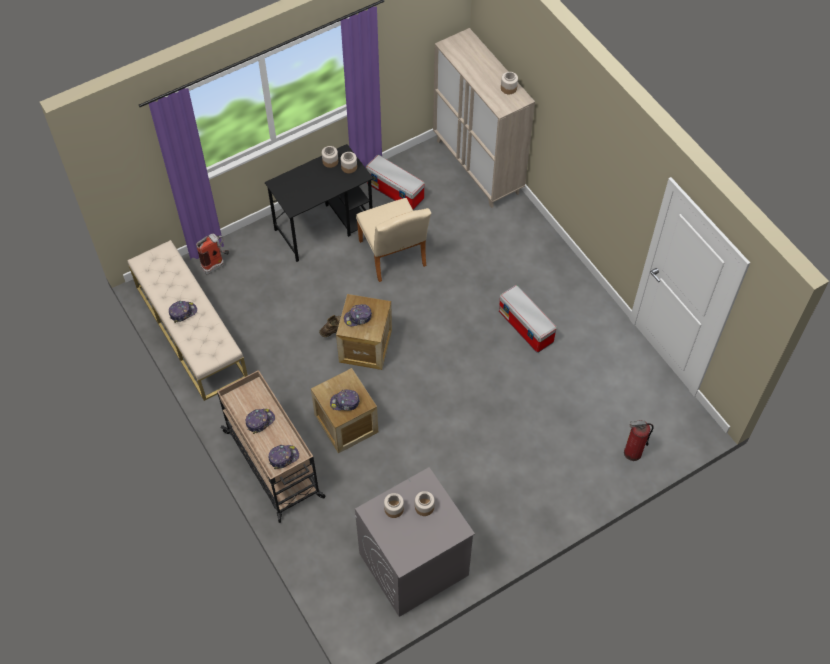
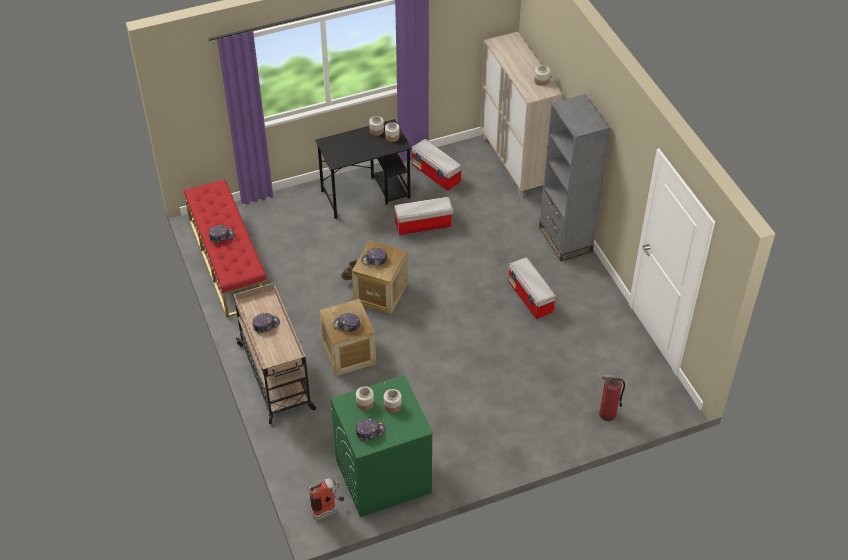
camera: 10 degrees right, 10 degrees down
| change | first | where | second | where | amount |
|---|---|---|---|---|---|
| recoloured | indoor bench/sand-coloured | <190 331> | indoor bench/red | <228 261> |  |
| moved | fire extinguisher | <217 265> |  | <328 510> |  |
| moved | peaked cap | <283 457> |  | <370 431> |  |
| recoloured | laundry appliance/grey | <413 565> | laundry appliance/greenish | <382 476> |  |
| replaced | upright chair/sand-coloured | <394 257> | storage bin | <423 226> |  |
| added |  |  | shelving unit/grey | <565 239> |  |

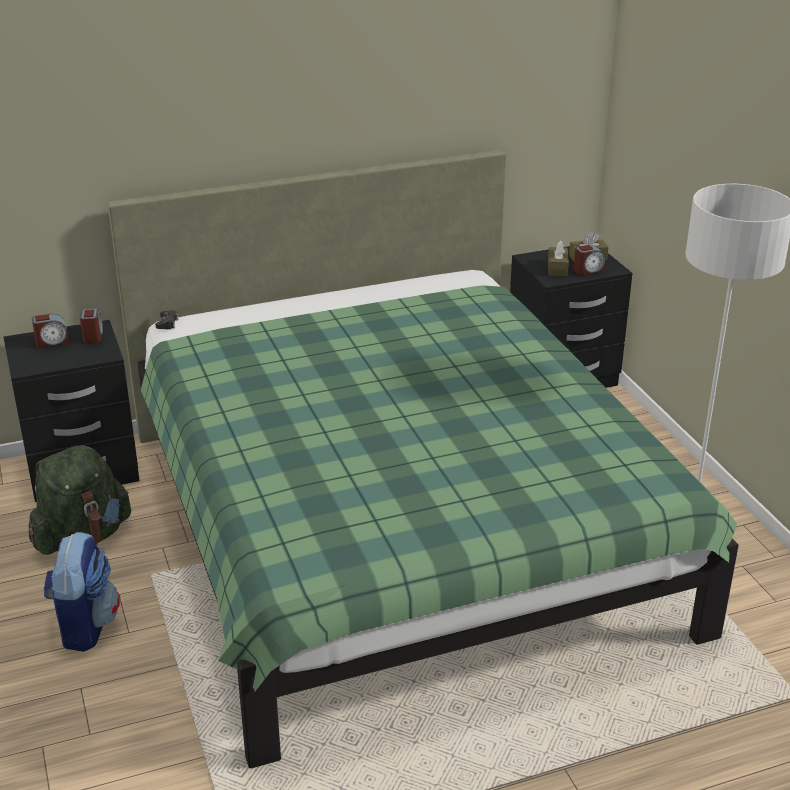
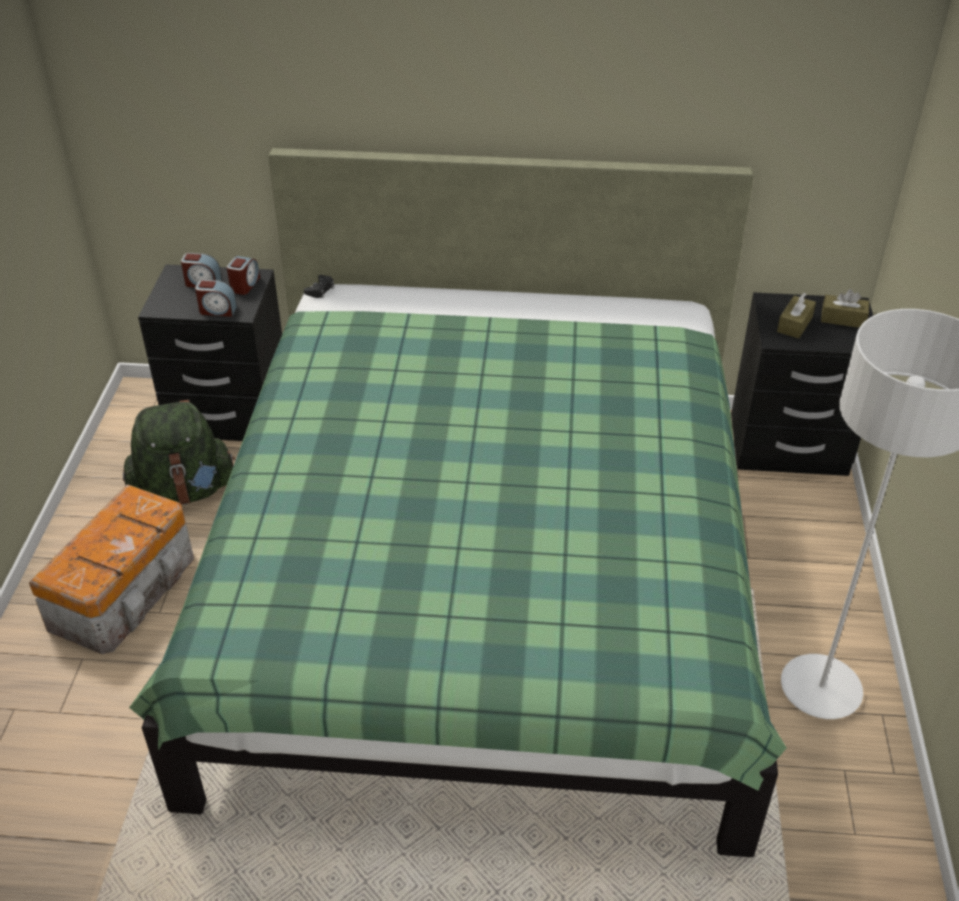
camera: 25 degrees right, 10 degrees up
| change | first | where | second | where | amount |
|---|---|---|---|---|---|
| replaced | rucksack | <85 626> | storage bin | <126 591> |  |
| moved | bedside clock | <588 270> |  | <217 310> |  |

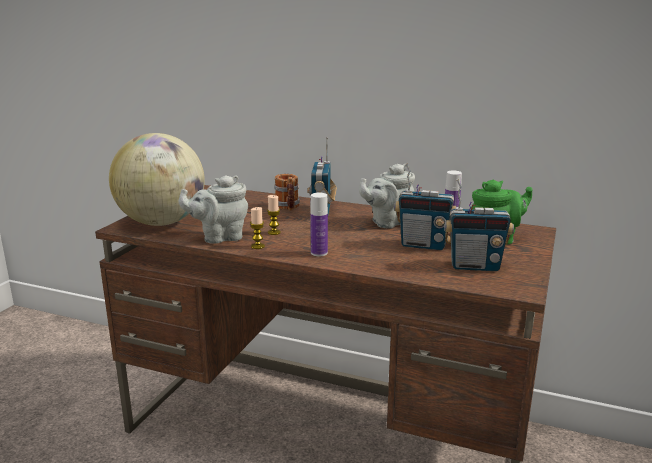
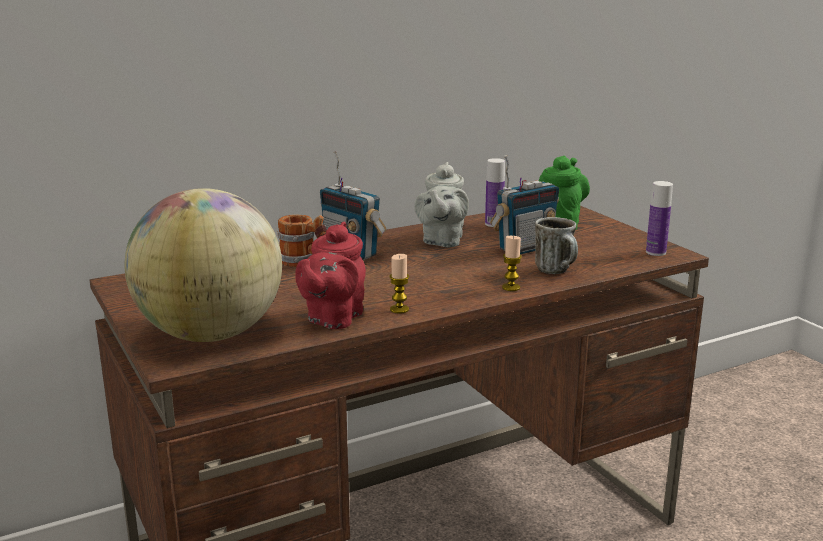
camera: 50 degrees left, 0 degrees up
| change | first | where | second | where | amount |
|---|---|---|---|---|---|
| recoloured | teapot/grey | <219 237> | teapot/red | <332 319> |  |
| moved | wax light | <274 232> |  | <511 287> |  |
| moved | beverage bottle | <319 253> |  | <655 252> |  |
| removed | radio receiver | <474 266> |  |  |  |
| added |  |  | tea mug | <558 271> |  |

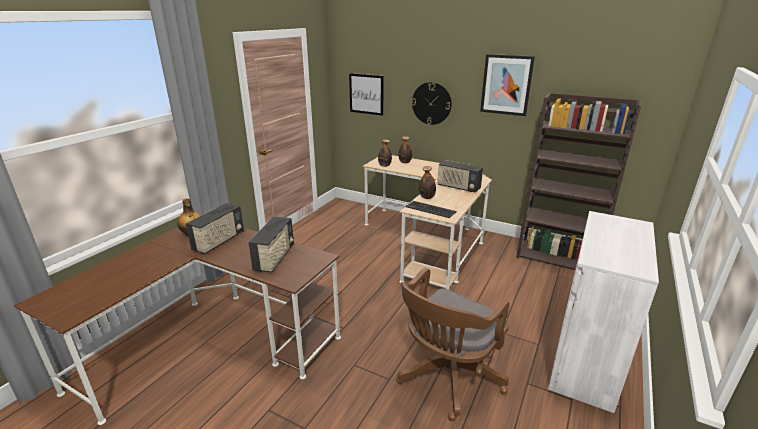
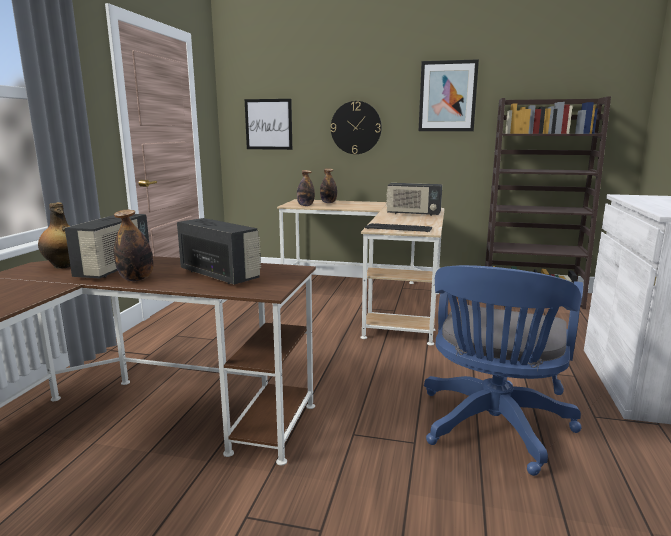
camera: 15 degrees left, 10 degrees down
| change | first | where | second | where | amount |
|---|---|---|---|---|---|
| turned | radio receiver | <275 258> |  | <220 275> | 45 degrees counterclockwise |
| recoloured | computer chair/brown | <447 378> | computer chair/bluish | <492 428> |  |
| moved | beverage bottle | <427 197> |  | <136 279> |  |

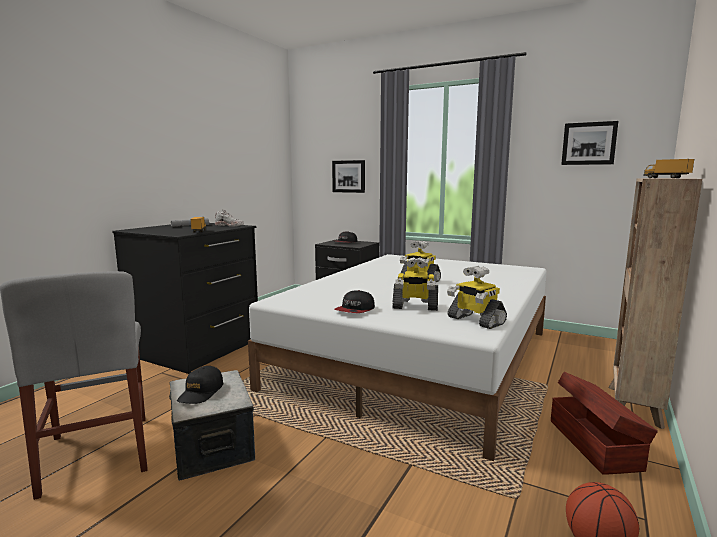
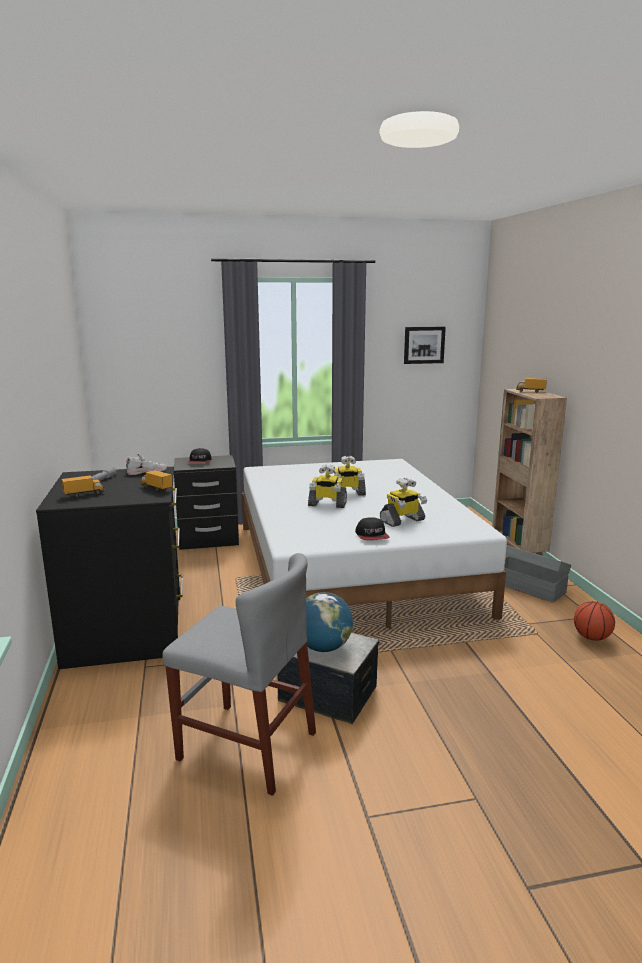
camera: 40 degrees left, 5 degrees up
| change | first | where | second | where | amount |
|---|---|---|---|---|---|
| replaced | peaked cap/blackish | <201 392> | globe | <323 647> |  |
| removed | wall art | <349 176> |  |  |  |
| moved | model robot | <475 320> |  | <327 504> |  |
| recoloured | storage bin/brown | <594 443> | storage bin/grey | <528 587> |  |
| added |  |  | toy lorry | <84 494> |  |

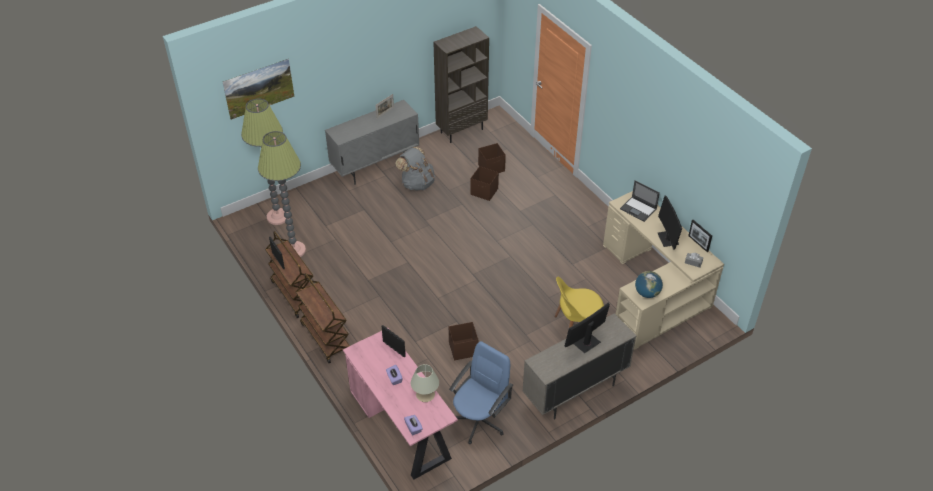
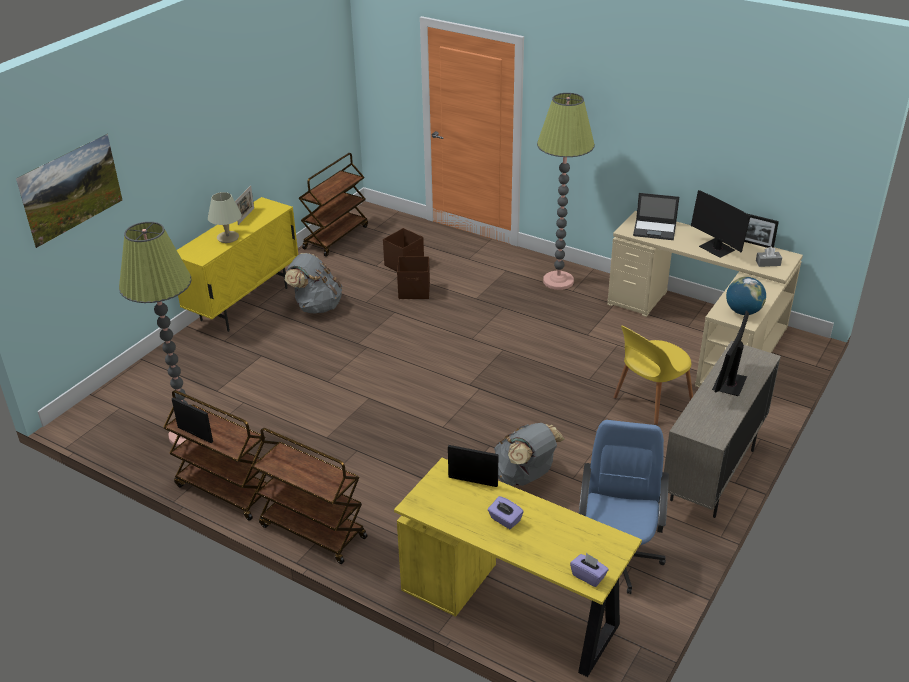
camera: 25 degrees left, 10 degrees down
| change | first | where | second | where | amount |
|---|---|---|---|---|---|
| moved | floor lamp | <278 217> |  | <558 281> |  |
| recoloured | cabinet/grey | <375 166> | cabinet/yellow | <245 304> |  |
| recoloured | desk/pinkish | <401 425> | desk/yellow | <512 608> |  |
| moved | tabletop lamp/sand-coloured | <425 395> |  | <228 238> |  |
| replaced | shelving unit/brown | <461 130> | trolley/brown | <336 237> |  |
| replaced | storage bin/brown | <462 349> | rucksack/grey | <525 476> |  |

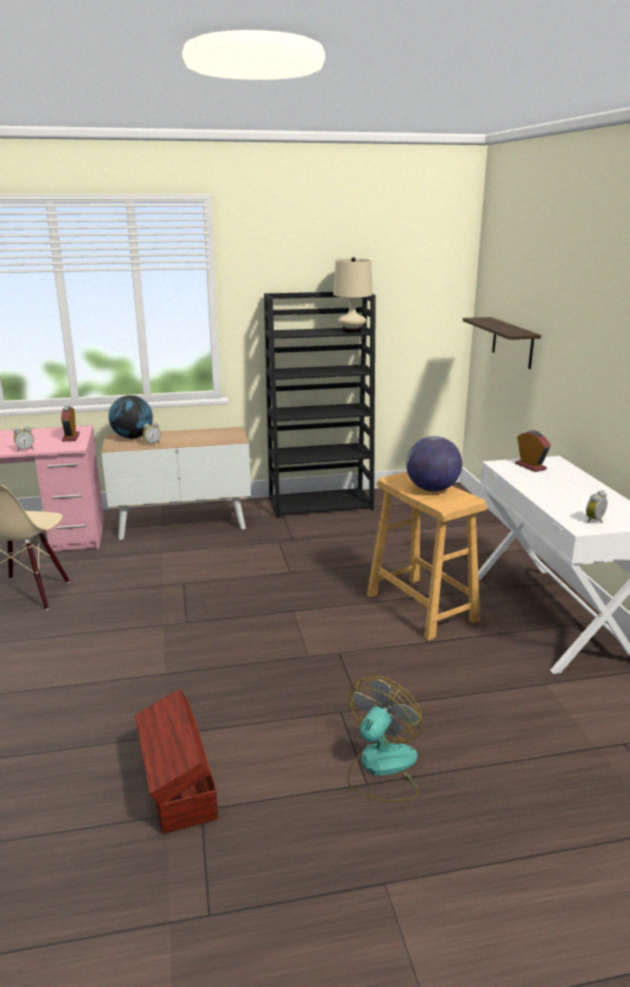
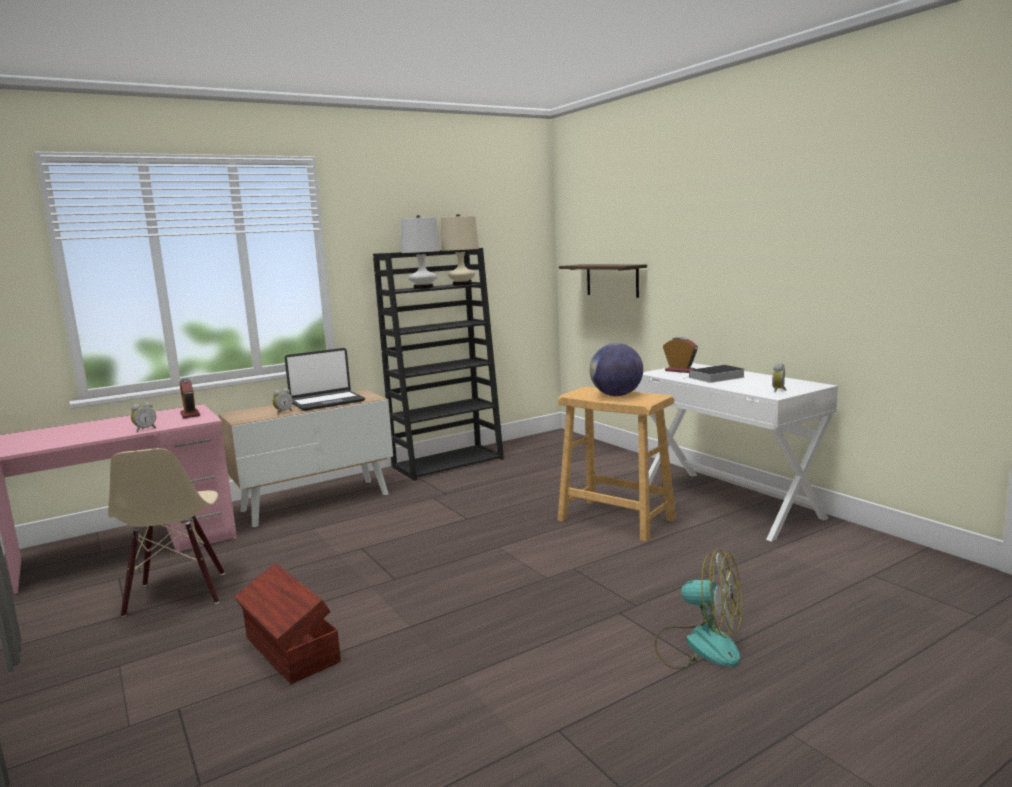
camera: 20 degrees left, 10 degrees down
| change | first | where | second | where | amount |
|---|---|---|---|---|---|
| removed | globe | <133 437> |  |  |  |
| moved | storage bin/brown | <178 785> |  | <290 650> |  |
| turned | fan | <381 768> |  | <699 645> | 105 degrees clockwise |
| added |  |  | notebook computer | <327 402> |  |
| added |  |  | tabletop lamp/whitish | <423 287> |  |
| added |  |  | bound book | <716 377> |  |

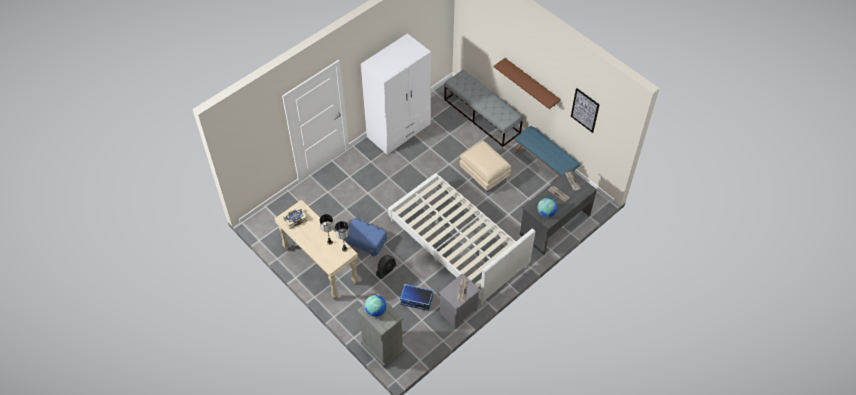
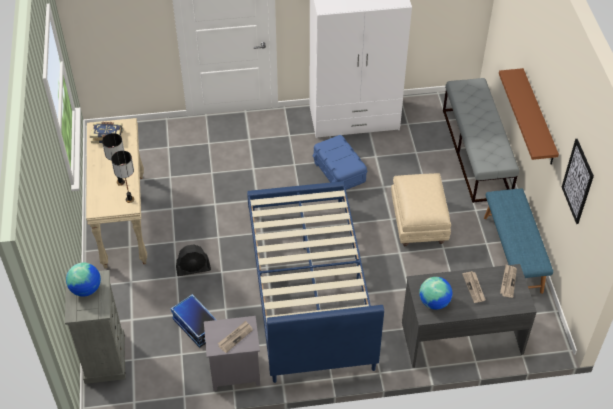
camera: 35 degrees right, 5 degrees down
| change | first | where | second | where | amount |
|---|---|---|---|---|---|
| moved | storage bin/bluish | <365 242> |  | <339 172> |  |
| recoloured | sleeping bed/whitish | <458 244> | sleeping bed/bluish | <309 288> |  |

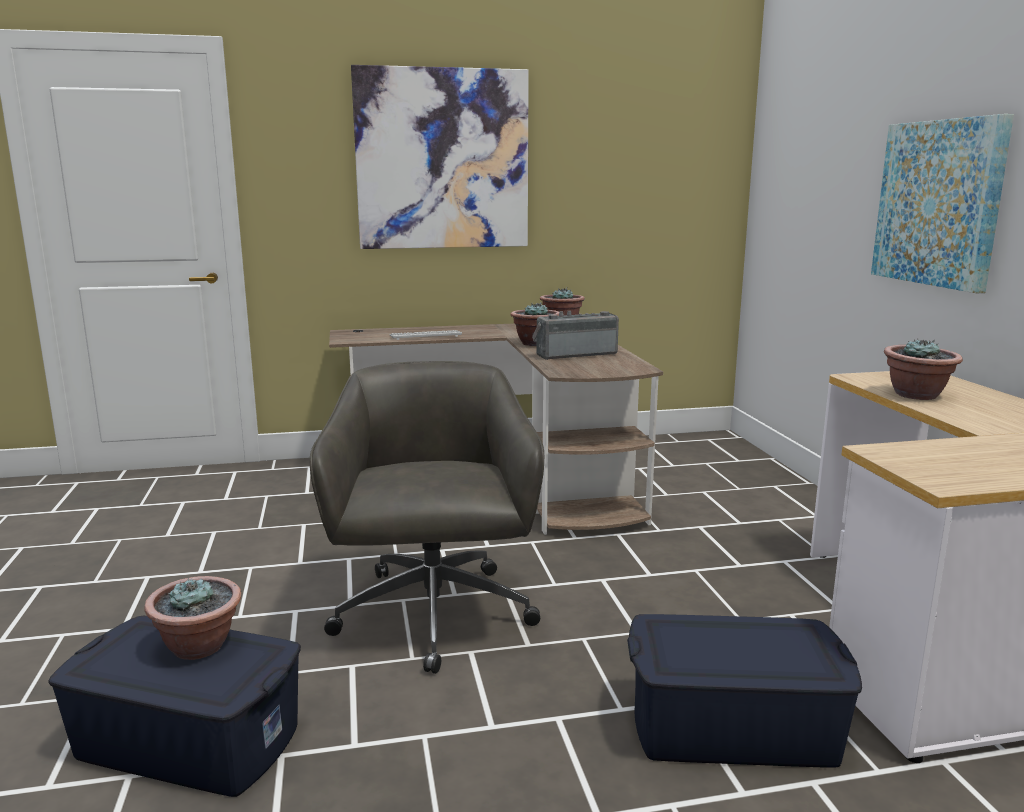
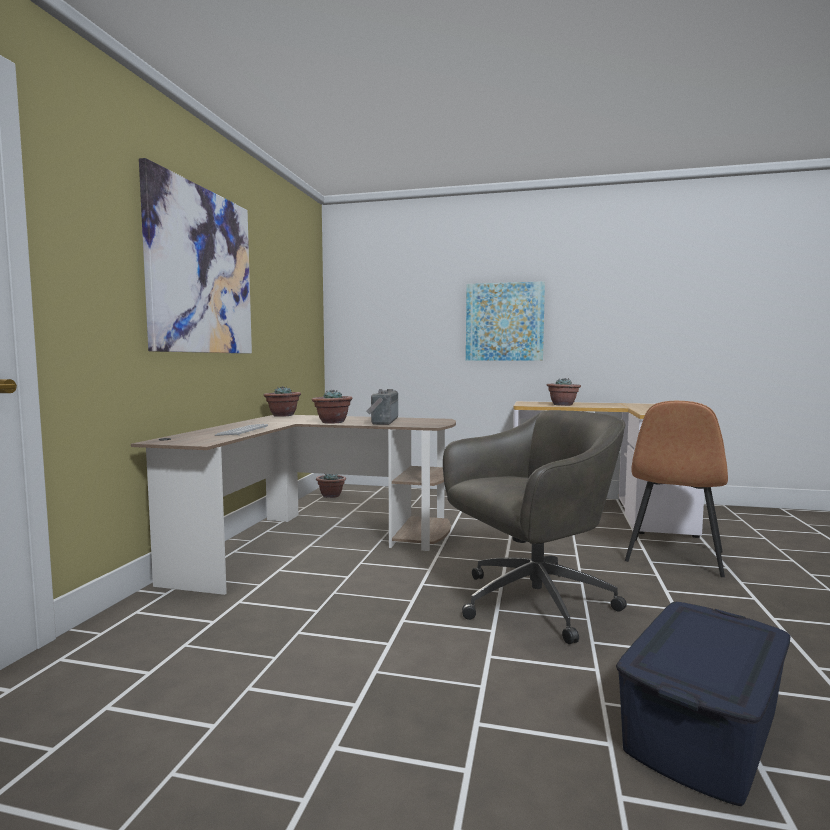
camera: 65 degrees left, 10 degrees down
| change | first | where | second | where | amount |
|---|---|---|---|---|---|
| moved | houseplant | <199 646> |  | <331 496> |  |
| turned | computer chair/grey | <433 617> |  | <531 603> | 135 degrees clockwise |
| replaced | storage bin/bluish | <731 727> | upright chair/brown | <674 557> |  |

